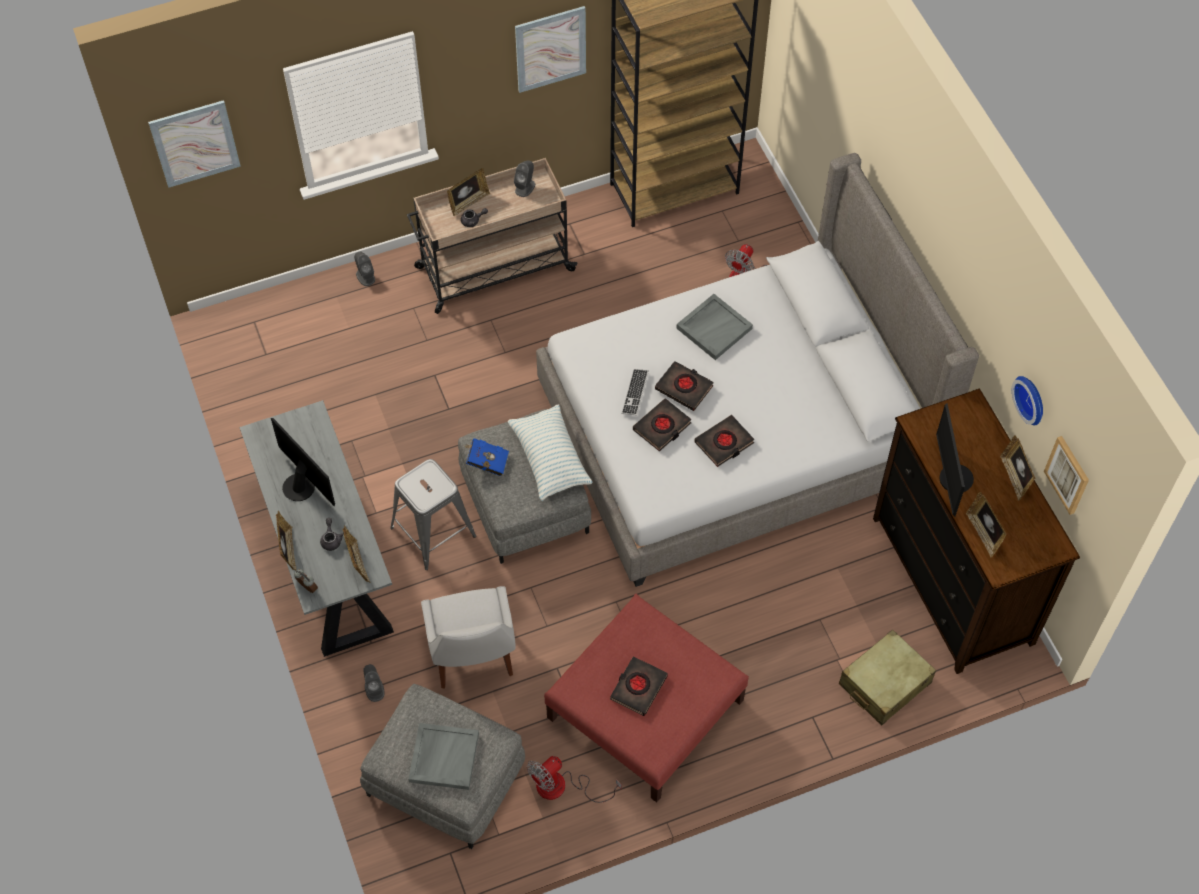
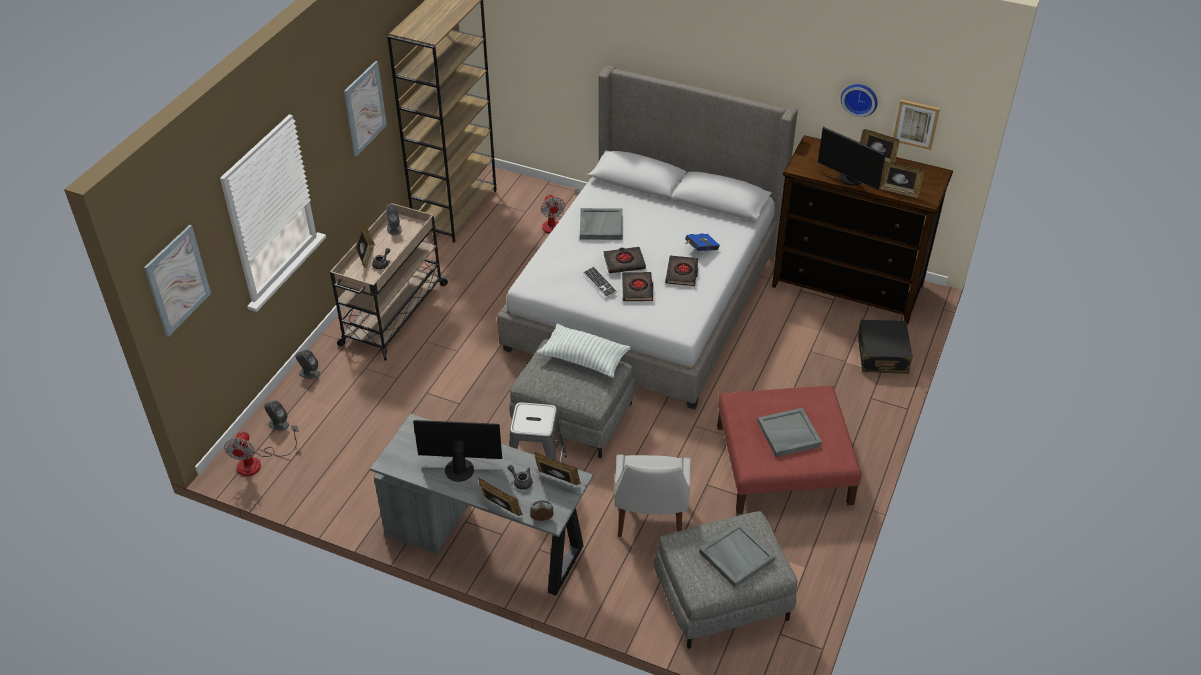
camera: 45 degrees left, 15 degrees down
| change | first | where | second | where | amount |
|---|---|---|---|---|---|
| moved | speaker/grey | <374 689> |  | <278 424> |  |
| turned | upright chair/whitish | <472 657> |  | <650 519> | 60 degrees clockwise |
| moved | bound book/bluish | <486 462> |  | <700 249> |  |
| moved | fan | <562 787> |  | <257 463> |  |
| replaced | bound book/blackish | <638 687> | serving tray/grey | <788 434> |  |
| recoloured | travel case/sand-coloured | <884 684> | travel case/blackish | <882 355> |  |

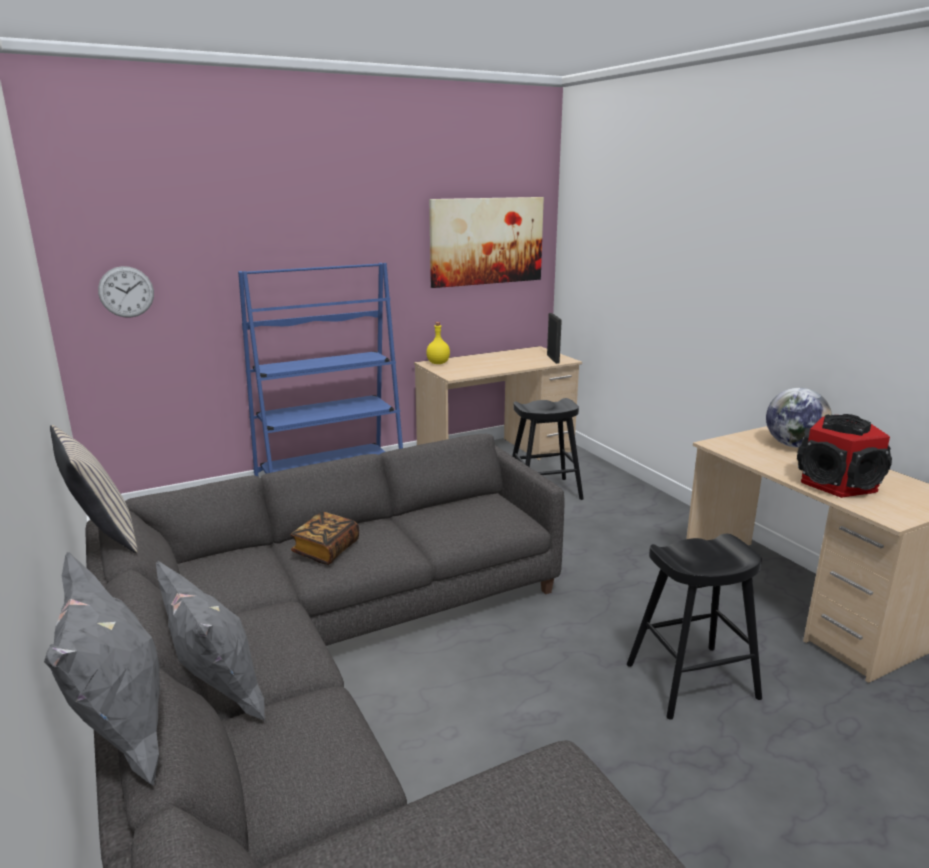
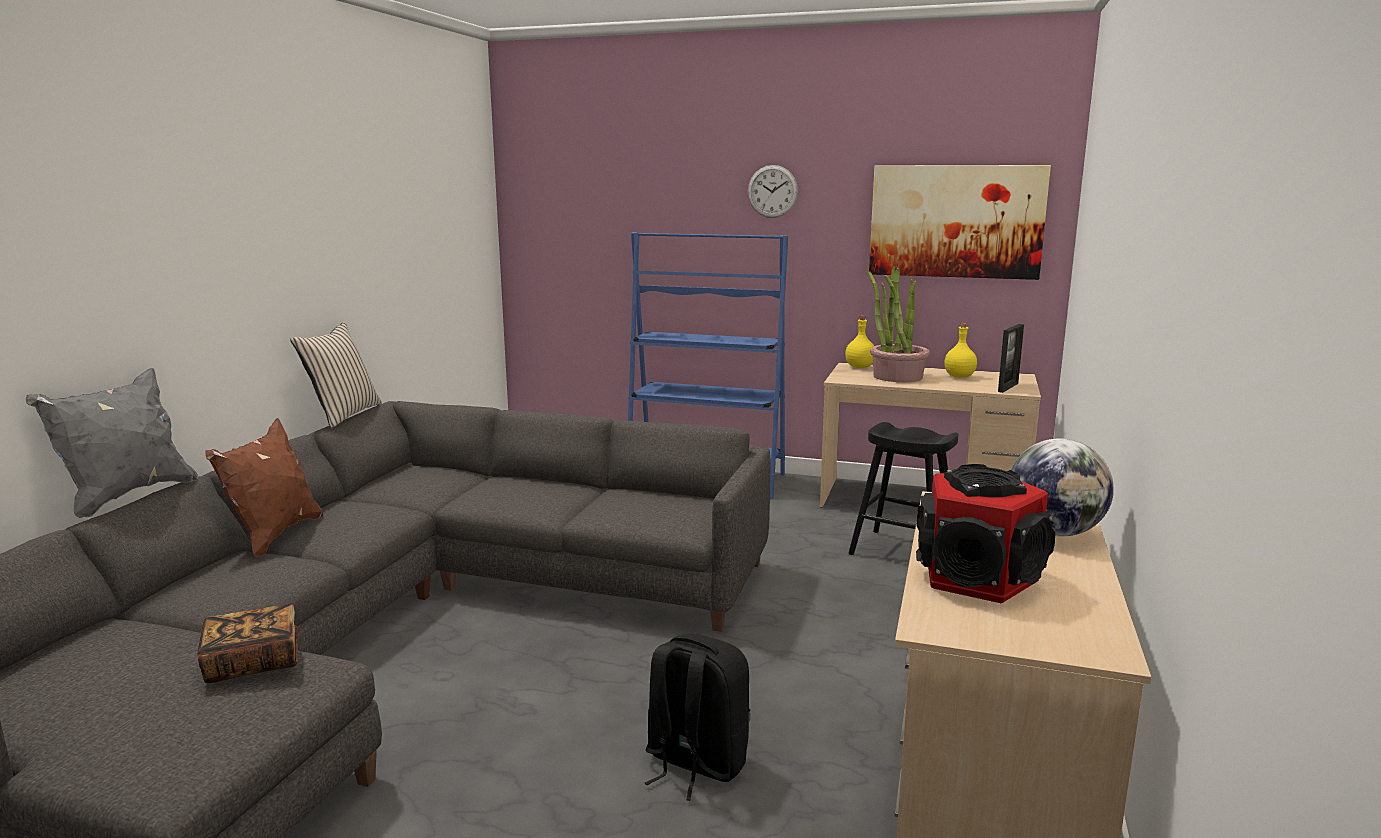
camera: 45 degrees right, 5 degrees down
| change | first | where | second | where | amount |
|---|---|---|---|---|---|
| moved | hanging clock | <126 292> |  | <772 191> |  |
| recoloured | cushion/grey | <218 694> | cushion/brown | <274 536> |  |
| moved | bound book | <326 550> |  | <253 662> |  |
| replaced | stool seat/blackish | <692 681> | rucksack/blackish | <694 763> |  |
| added |  |  | houseplant | <897 376> |  |
| added |  |  | beverage bottle/yellow | <959 377> |  |

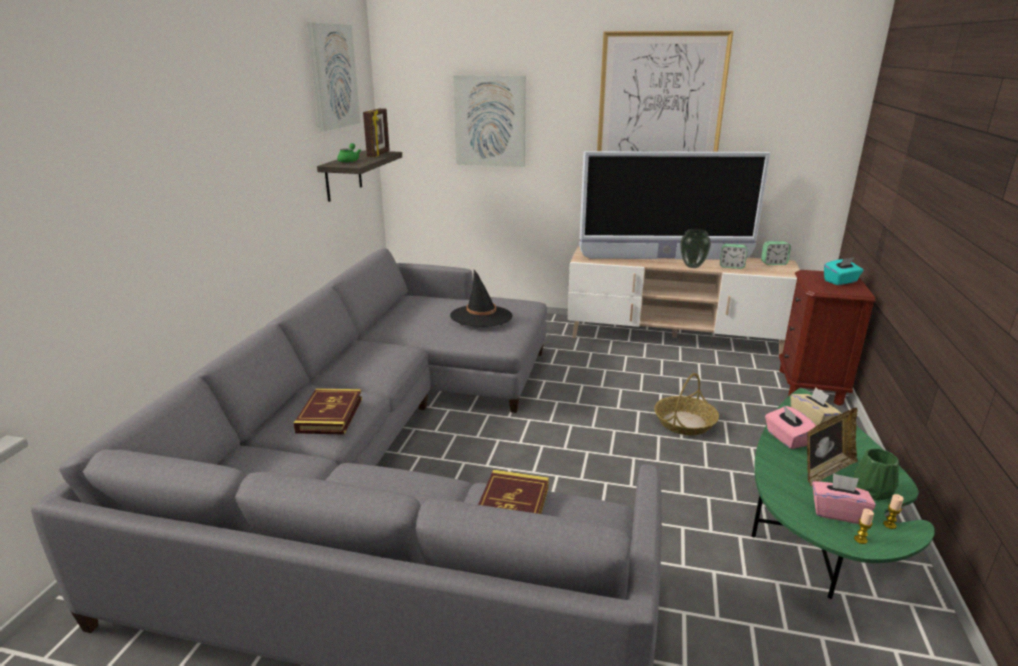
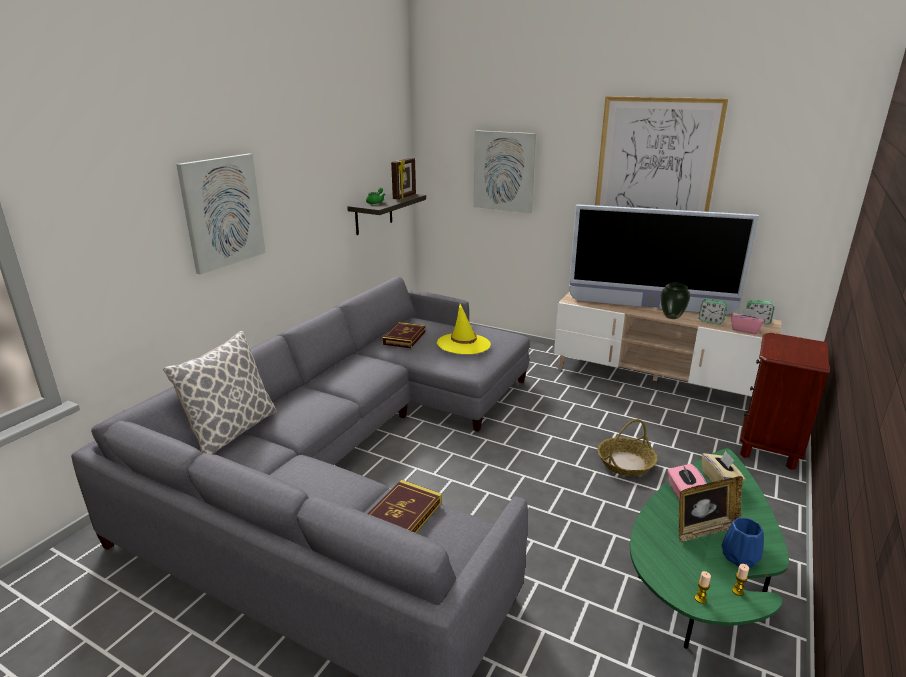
camera: 15 degrees right, 0 degrees up
| change | first | where | second | where | amount |
|---|---|---|---|---|---|
| moved | bound book | <330 415> |  | <404 338> |  |
| moved | wall art | <333 76> |  | <222 212> |  |
| recoloured | hat/blackish | <481 316> | hat/yellow | <463 344> |  |
| moved | tissue holder/pinkish | <837 512> |  | <745 330> |  |
| removed | tissue holder/turquoise | <840 281> |  |  |  |
| recoloured | flower vase/greenish | <872 491> | flower vase/bluish | <739 557> |  |
| added |  |  | cushion | <232 431> |  |

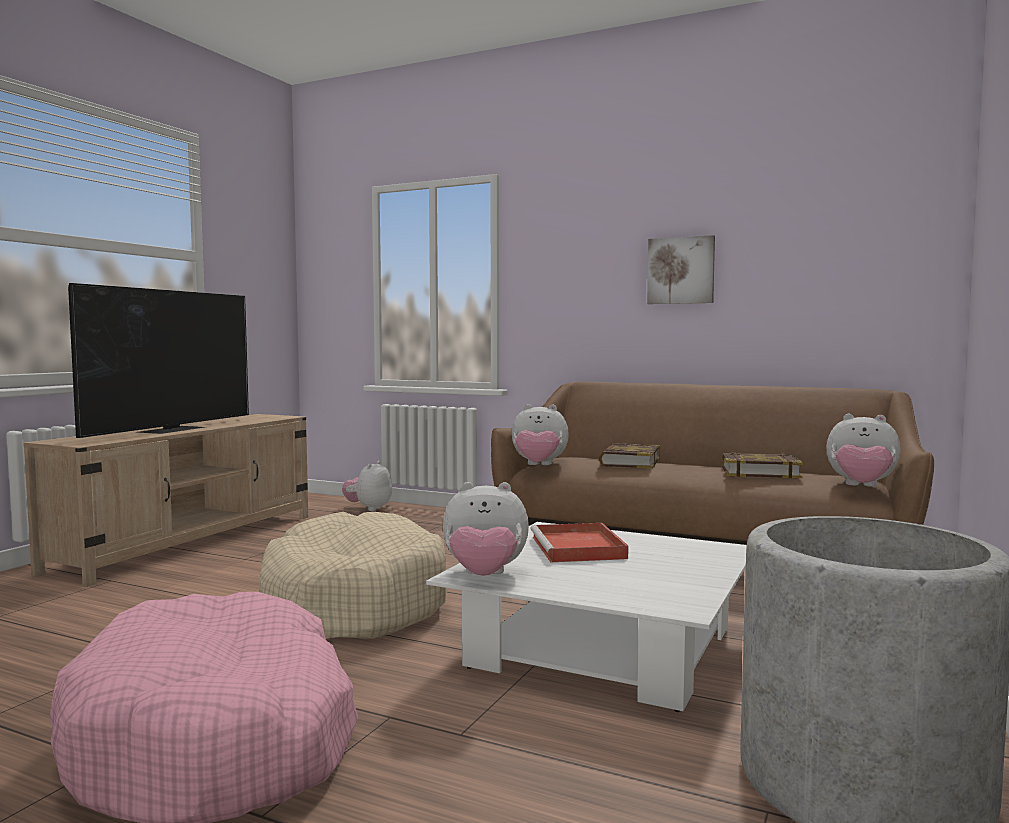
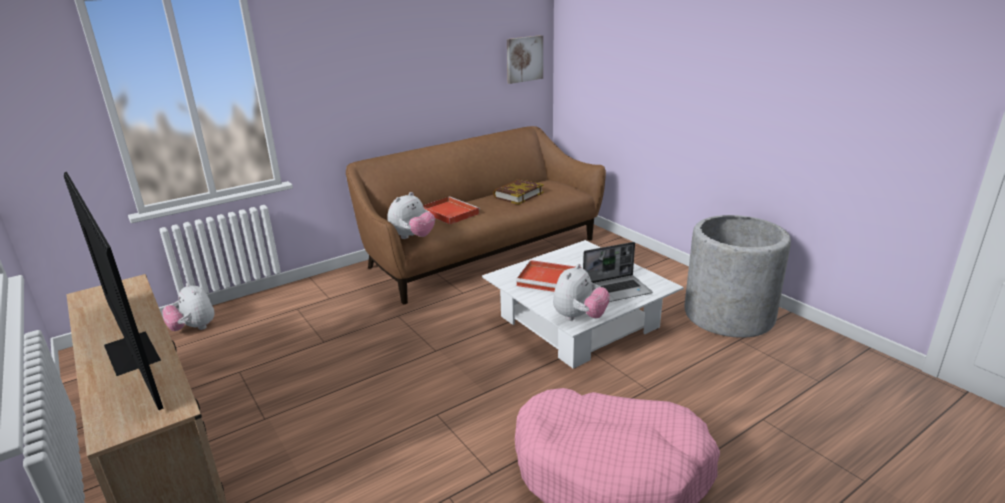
camera: 60 degrees left, 20 degrees up
| change | first | where | second | where | amount |
|---|---|---|---|---|---|
| removed | pet bed/sand-coloured | <353 602> |  |  |  |
| replaced | bound book | <630 462> | serving tray/red | <449 212> |  |
| moved | wall art | <681 270> |  | <524 59> |  |
| removed | soft toy | <861 486> |  |  |  |
| added |  |  | notebook computer | <617 290> |  |

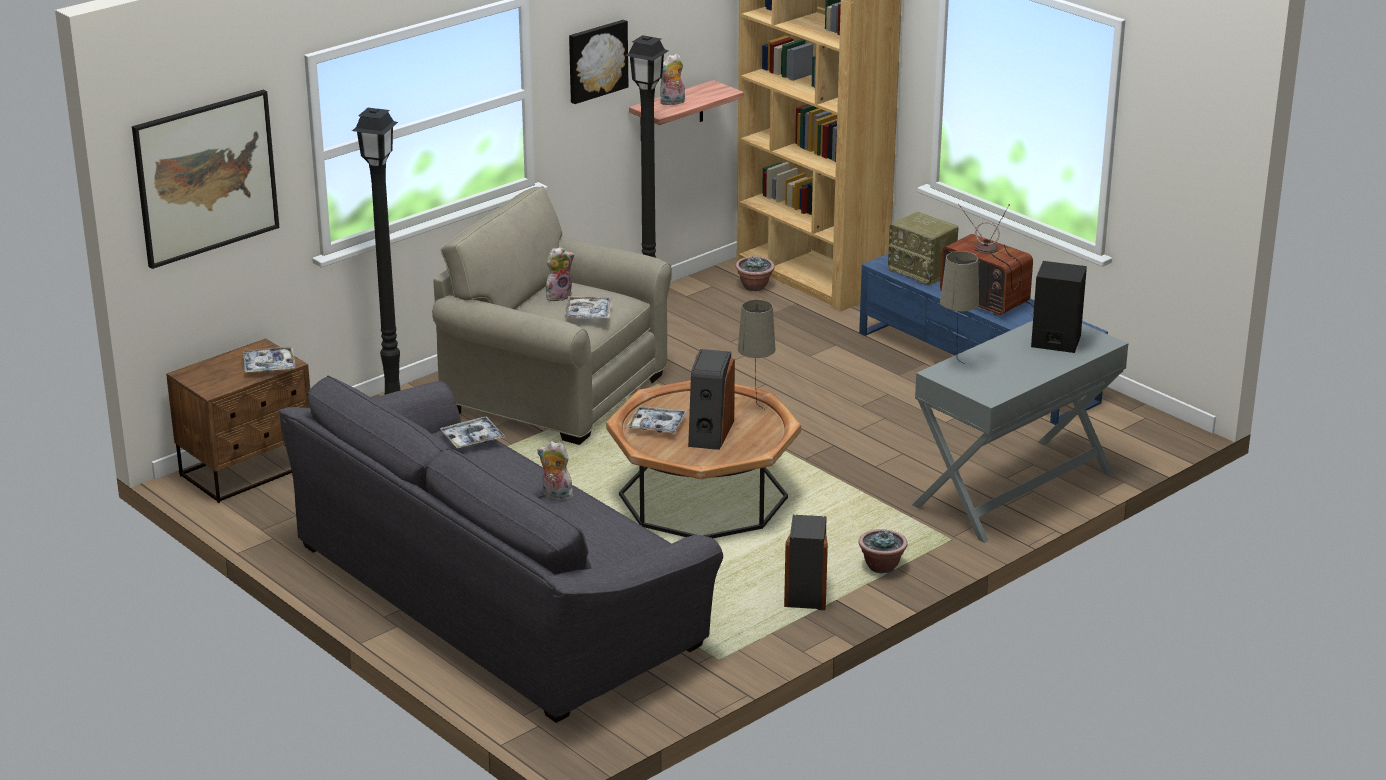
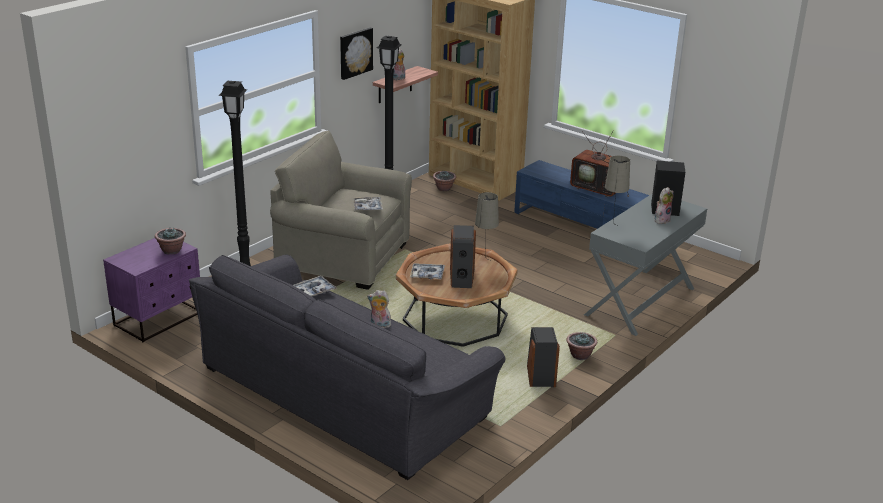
camera: 10 degrees left, 0 degrees up
| change | first | where | second | where | amount |
|---|---|---|---|---|---|
| removed | wall art | <205 177> |  |  |  |
| recoloured | bedside table/brown | <249 470> | bedside table/purplish | <159 319> |  |
| replaced | serving tray | <269 366> | houseplant | <171 251> |  |
| moved | soft toy | <559 295> |  | <661 220> |  |
| removed | radio receiver | <923 271> |  |  |  |

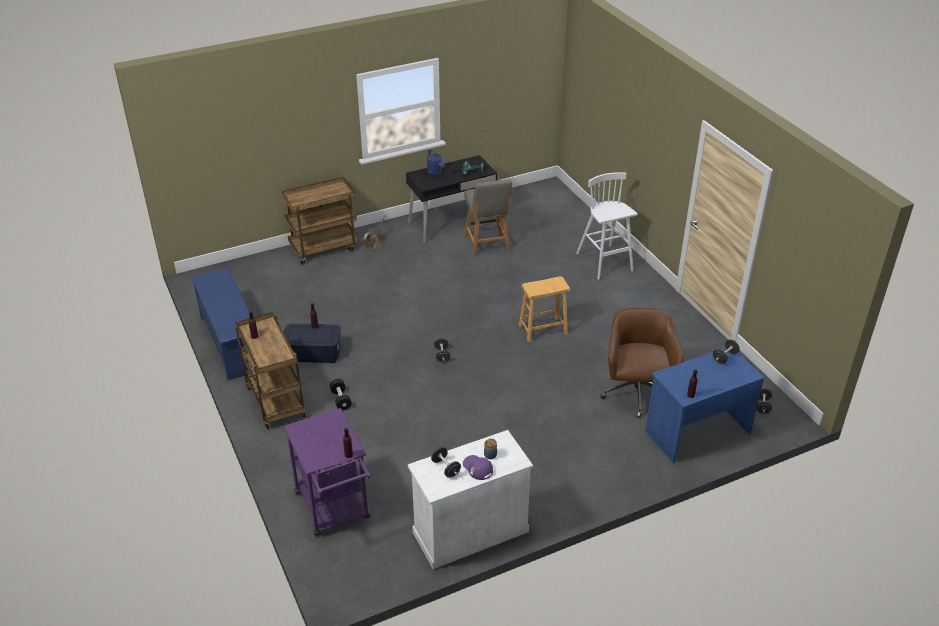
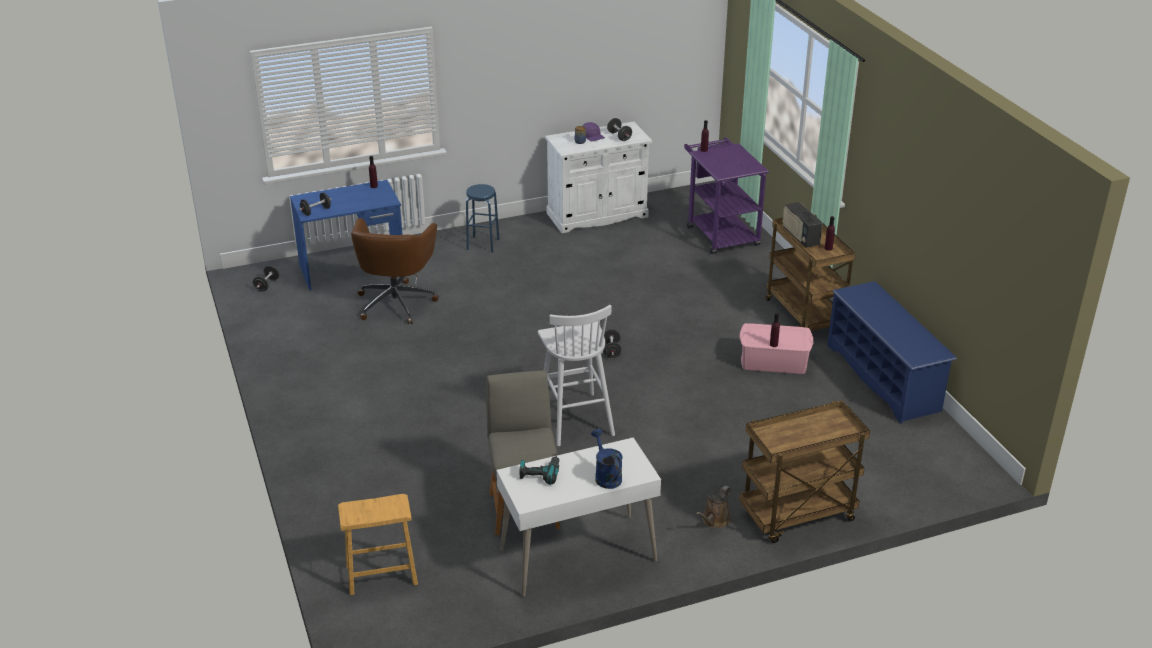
camera: 175 degrees left, 5 degrees down
| change | first | where | second | where | amount |
|---|---|---|---|---|---|
| recoloured | storage bin/bluish | <313 352> | storage bin/pinkish | <774 362> |  |
| removed | hand weight/blackish | <341 400> |  |  |  |
| recoloured | desk/blackish | <452 223> | desk/whitish | <578 556> |  |
| moved | stool seat/brown | <543 329> |  | <381 574> |  |
| moved | stool seat/whitish | <605 262> |  | <575 418> |  |
| added |  |  | stool seat/bluish | <483 244> |  |
| added |  |  | radio receiver | <800 237> |  |

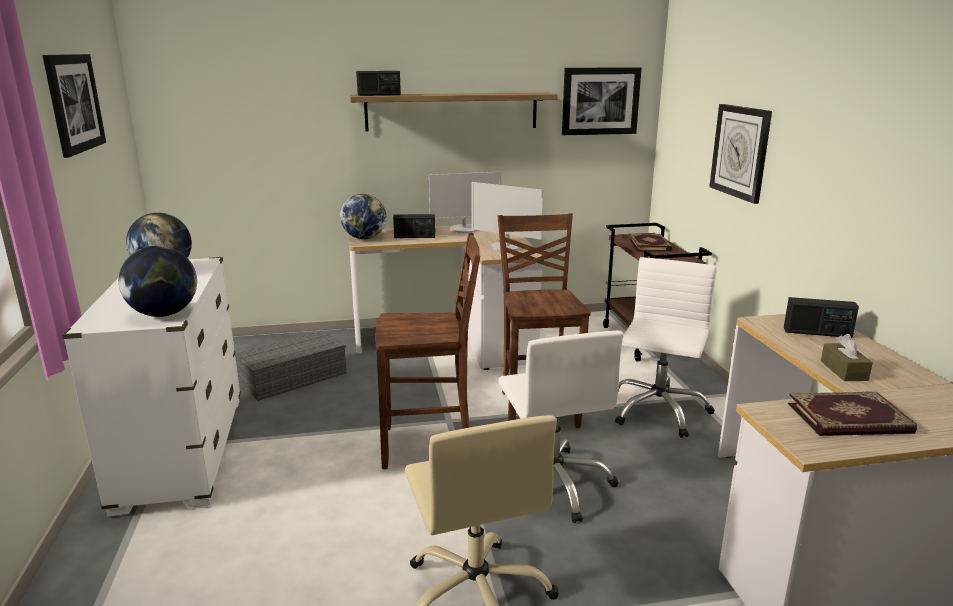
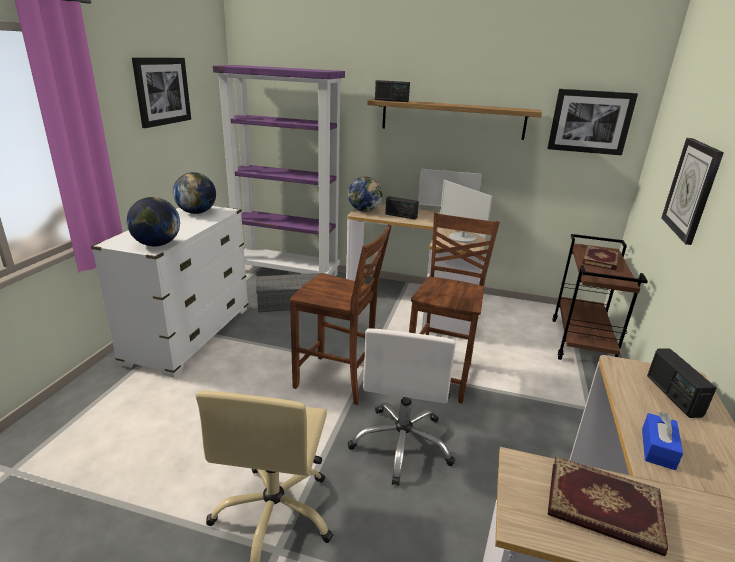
camera: 25 degrees right, 5 degrees up
| change | first | where | second | where | amount |
|---|---|---|---|---|---|
| removed | computer chair/whitish | <657 410> |  |  |  |
| turned | radio receiver | <817 333> |  | <673 395> | 45 degrees clockwise |
| recoloured | tissue holder/brown | <843 370> | tissue holder/bluish | <658 448> |  |
| added |  |  | shelving unit/purplish | <287 273> |  |

